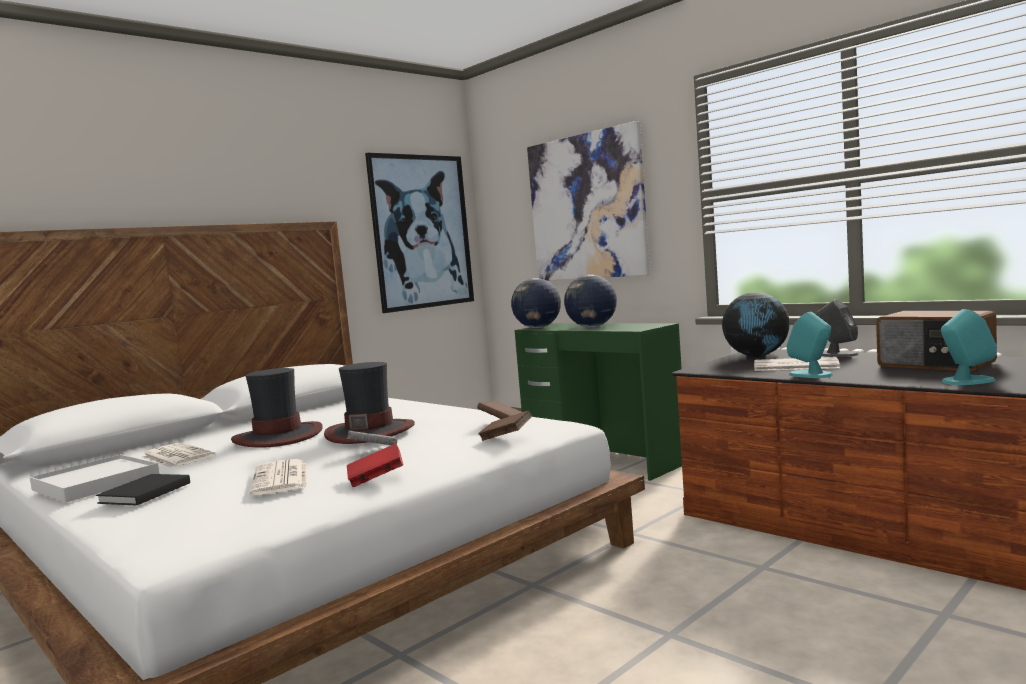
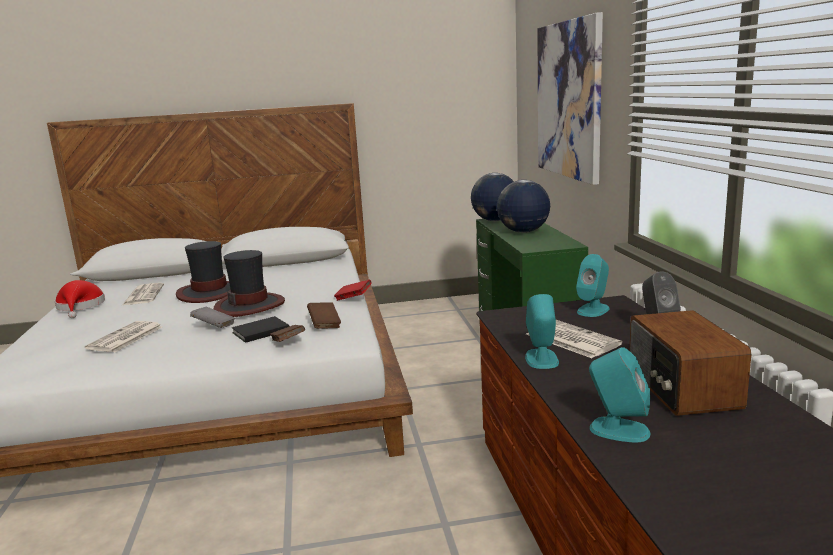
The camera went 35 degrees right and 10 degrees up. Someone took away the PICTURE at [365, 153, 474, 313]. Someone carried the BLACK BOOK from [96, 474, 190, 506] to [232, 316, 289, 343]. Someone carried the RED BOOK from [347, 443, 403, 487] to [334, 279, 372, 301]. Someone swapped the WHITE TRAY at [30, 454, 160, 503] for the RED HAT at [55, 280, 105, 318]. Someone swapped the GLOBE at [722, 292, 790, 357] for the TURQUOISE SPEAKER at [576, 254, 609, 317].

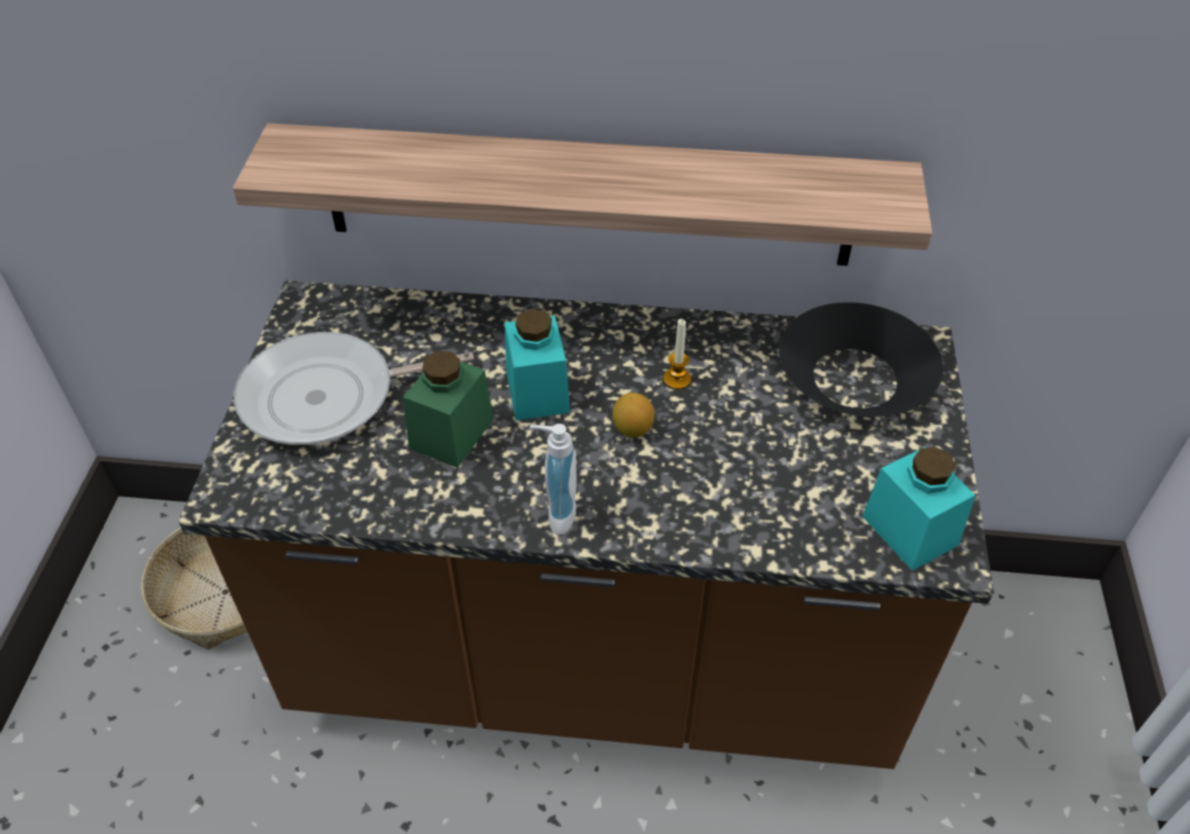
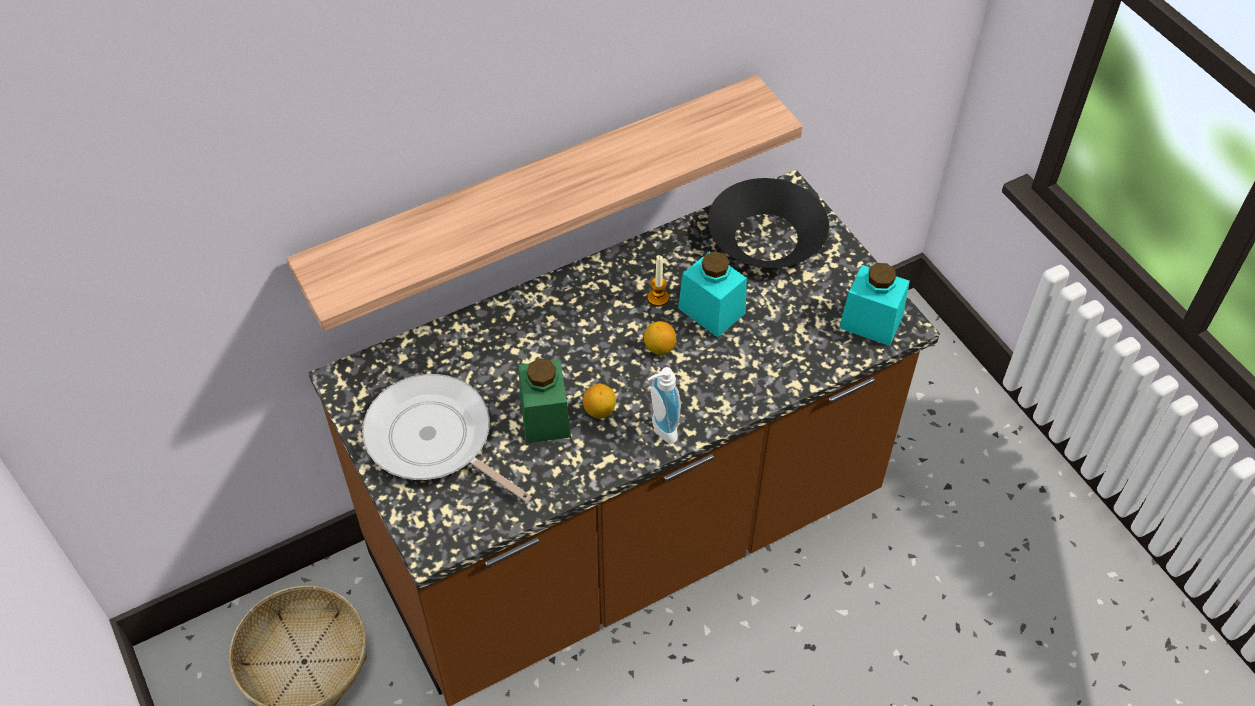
The camera went 35 degrees left and 5 degrees up. Someone put down the LEMON at [583, 384, 616, 419]. Someone carried the TURQUOISE JAR from [504, 309, 570, 421] to [678, 251, 747, 337]. Someone rotated the FRYING PAN at [234, 332, 474, 445] by 90 degrees clockwise.

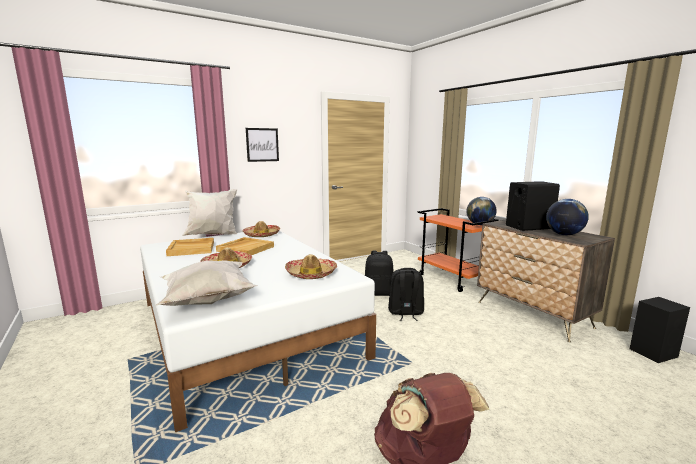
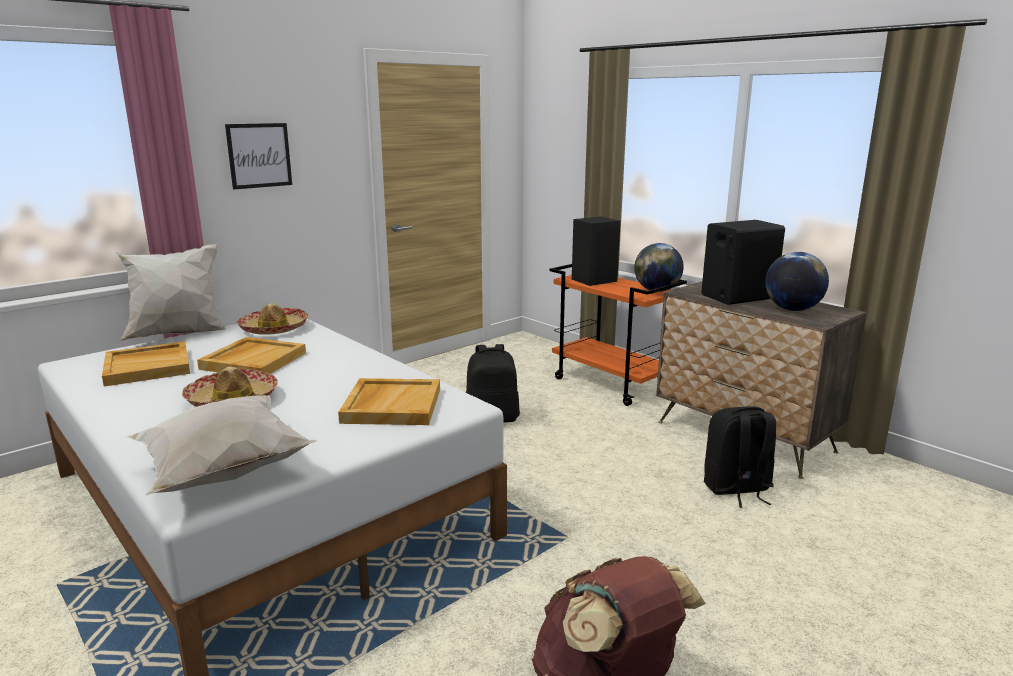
The camera went 10 degrees left and 5 degrees up. Someone carried the BLACK BACKPACK from [388, 268, 424, 321] to [704, 406, 776, 508]. Someone carried the BLACK SPEAKER from [630, 297, 690, 363] to [572, 217, 620, 286]. Someone swapped the HAT at [285, 254, 337, 279] for the BEIGE TRAY at [338, 378, 440, 425].

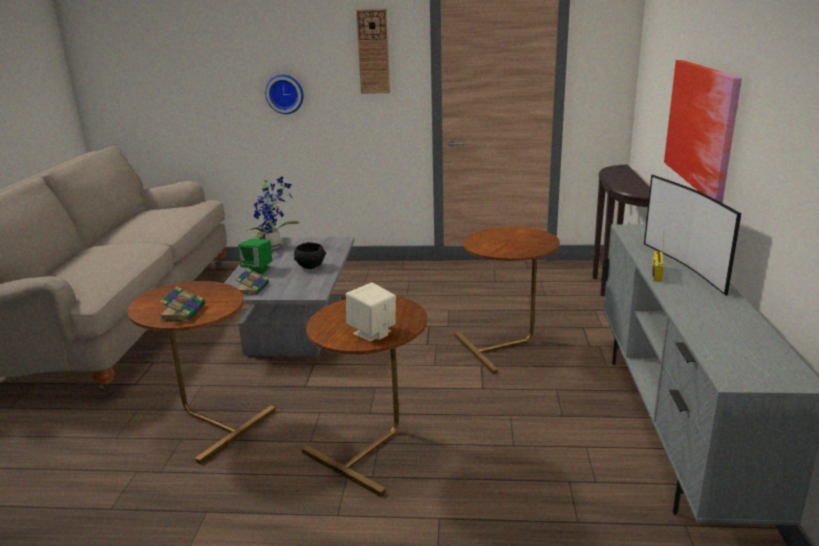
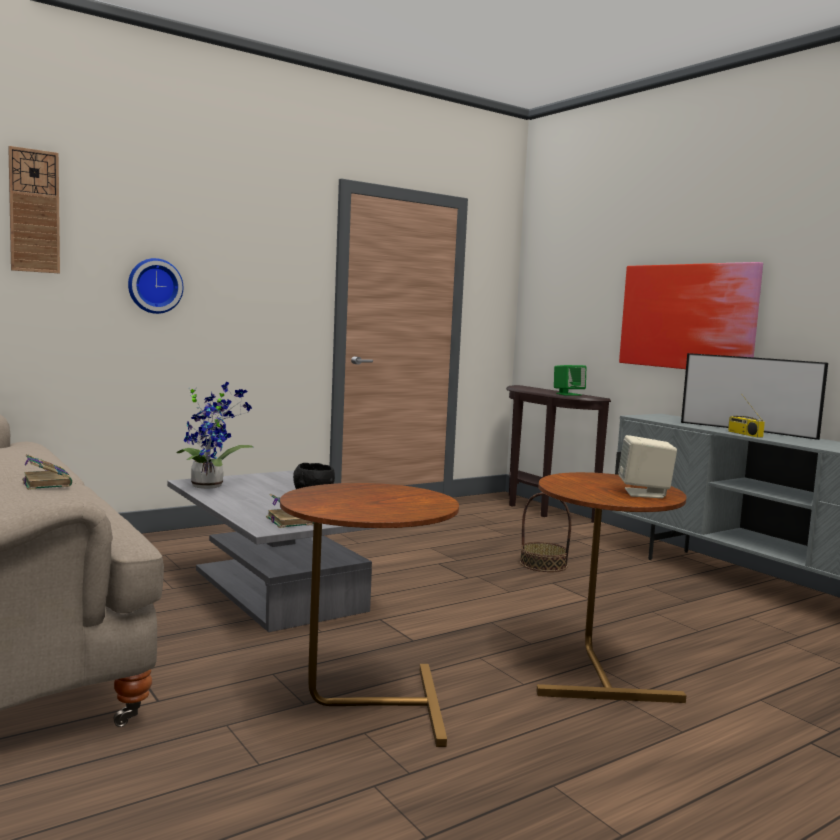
The camera went 40 degrees left and 15 degrees down. Someone carried the BOOK from [159, 286, 205, 322] to [22, 454, 72, 490]. Someone carried the GREEN SPEAKER from [238, 239, 272, 274] to [554, 365, 586, 396]. Someone carried the WALL CLOCK from [356, 9, 390, 94] to [8, 146, 60, 273]. Someone swapped the BROWN SIDE TABLE at [455, 227, 560, 374] for the BASKET at [520, 493, 571, 572].

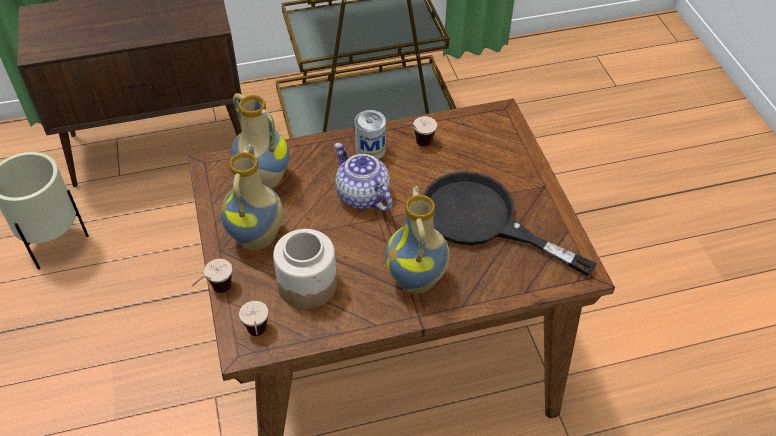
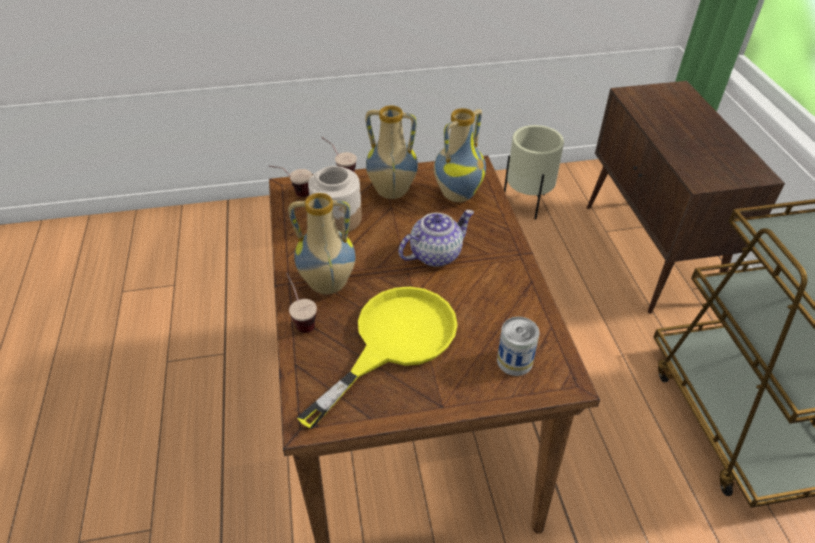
The camera went 95 degrees right and 5 degrees down. Someone carried the CAN from [355, 110, 386, 159] to [497, 317, 539, 376]. Someone carried the CUP from [399, 116, 437, 147] to [286, 273, 317, 333]. Someone repainted the BLACK FRYING PAN at [423, 171, 597, 276], which became the YELLOW FRYING PAN at [297, 287, 458, 429].

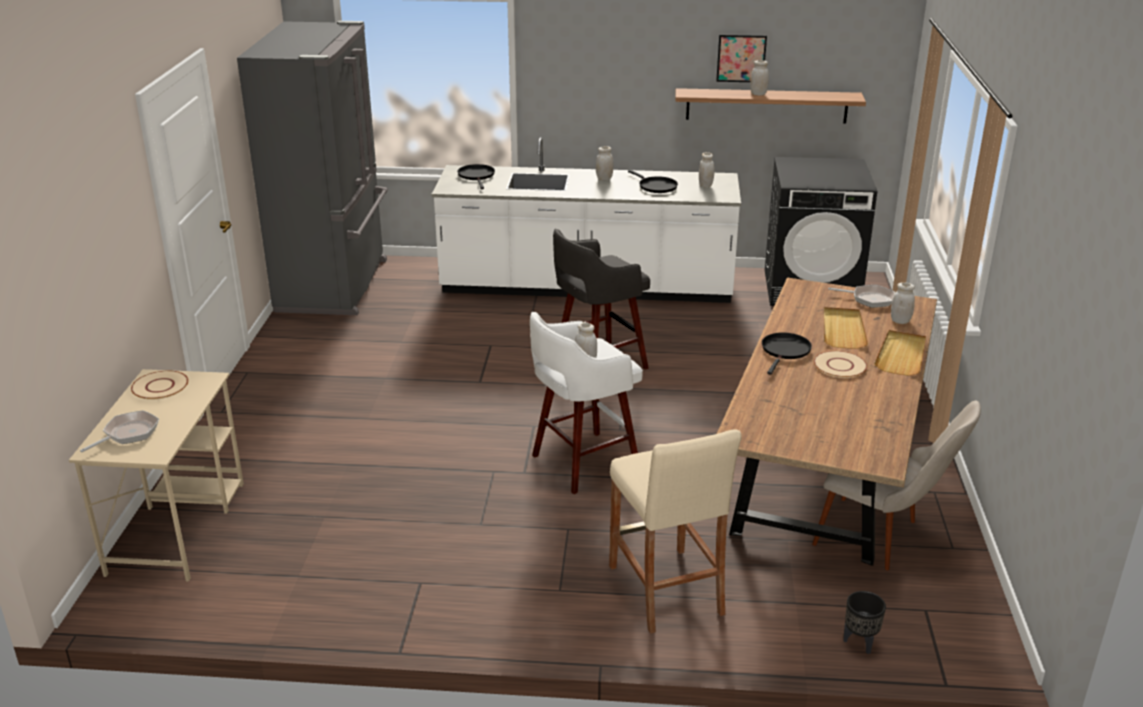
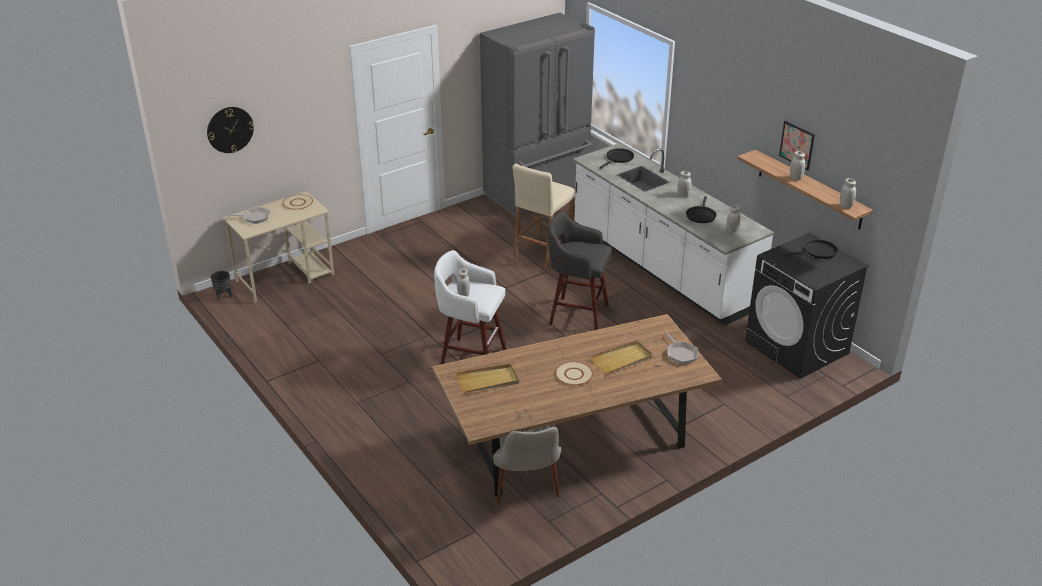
The camera went 50 degrees right and 5 degrees up. Someone put up the WALL CLOCK at [207, 107, 254, 153]. Someone carried the BEIGE STOOL from [609, 429, 742, 634] to [513, 164, 575, 269]. Someone carried the BLACK FRYING PAN from [762, 332, 812, 375] to [784, 240, 838, 259]. Someone carried the BLACK PLANTER from [843, 591, 886, 654] to [211, 271, 232, 301]. Someone carried the BEIGE TRAY from [874, 330, 926, 376] to [456, 364, 519, 393]. Someone carried the WHITE JAR from [891, 282, 915, 324] to [840, 178, 856, 208].

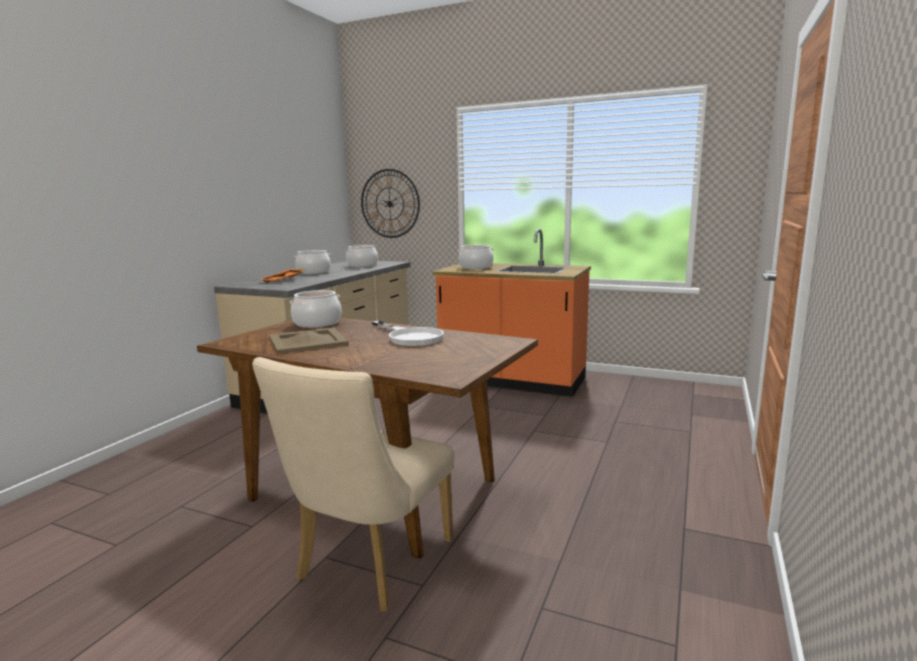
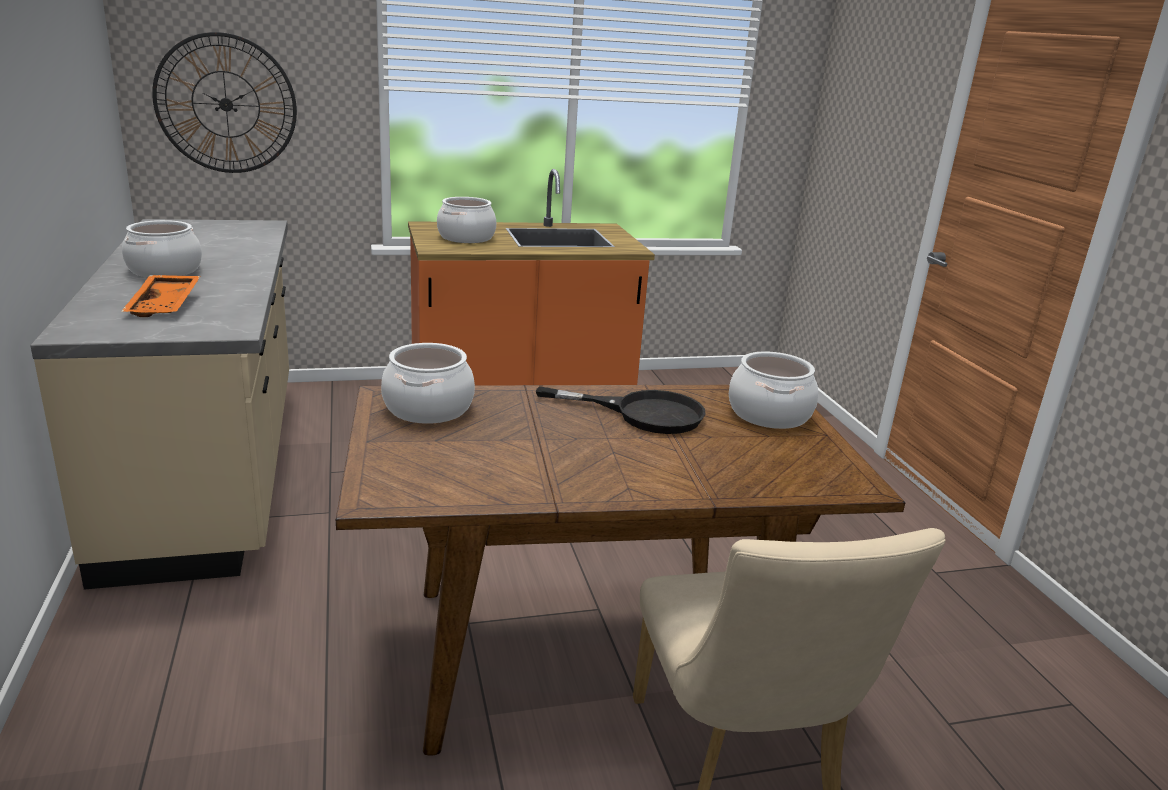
The camera went 40 degrees left and 10 degrees up. Someone took away the BEIGE TRAY at [269, 327, 349, 354]. Someone carried the COOKING POT from [346, 245, 378, 267] to [729, 352, 818, 429]. Someone repainted the WHITE FRYING PAN at [372, 321, 444, 346], which became the BLACK FRYING PAN at [536, 386, 705, 434].

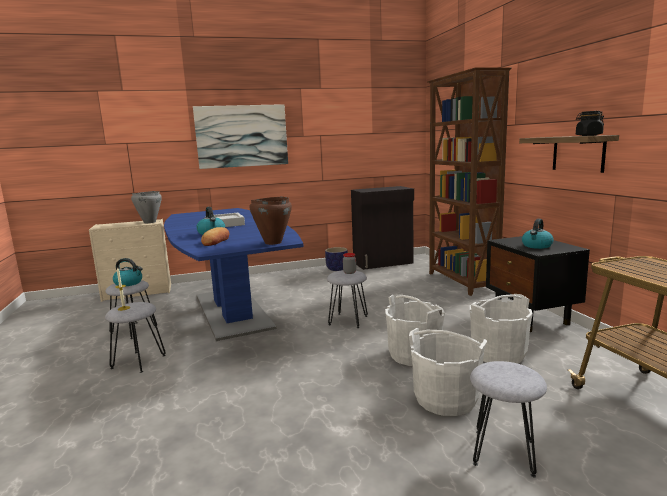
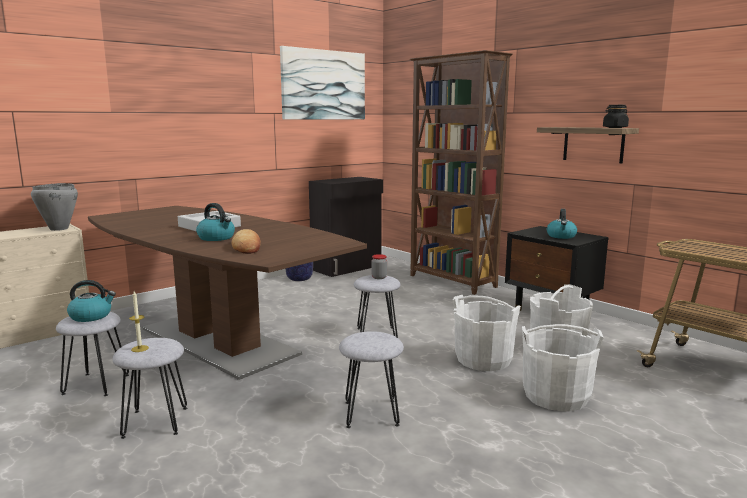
The camera went 25 degrees left and 0 degrees up. Someone took away the BROWN COOKING POT at [250, 197, 292, 245]. Someone carried the PICTURE from [193, 104, 288, 169] to [280, 46, 365, 120]. Someone carried the GREY STOOL from [470, 361, 547, 477] to [339, 331, 404, 428]. Someone repainted the BLUE DINING TABLE at [164, 208, 304, 341], which became the BROWN DINING TABLE at [88, 206, 367, 380].

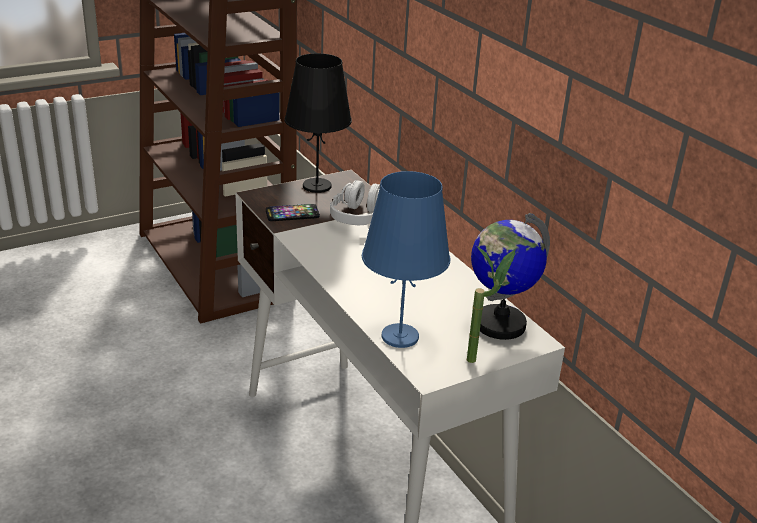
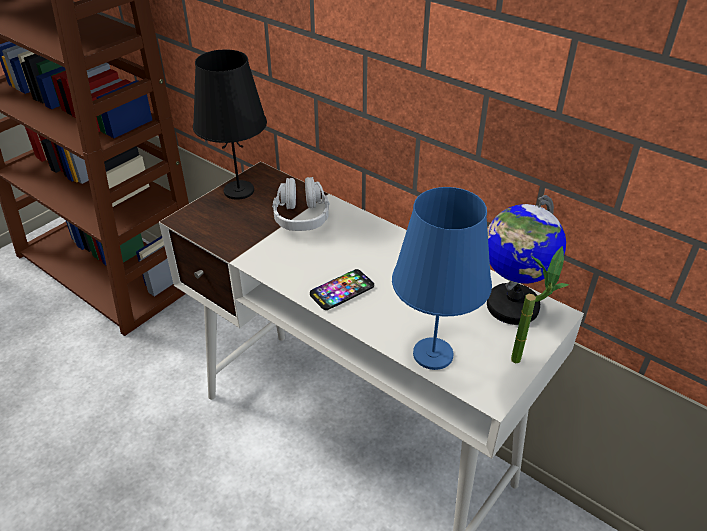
The camera went 20 degrees left and 10 degrees up. Someone carried the PHONE from [266, 204, 320, 221] to [310, 269, 374, 310].

